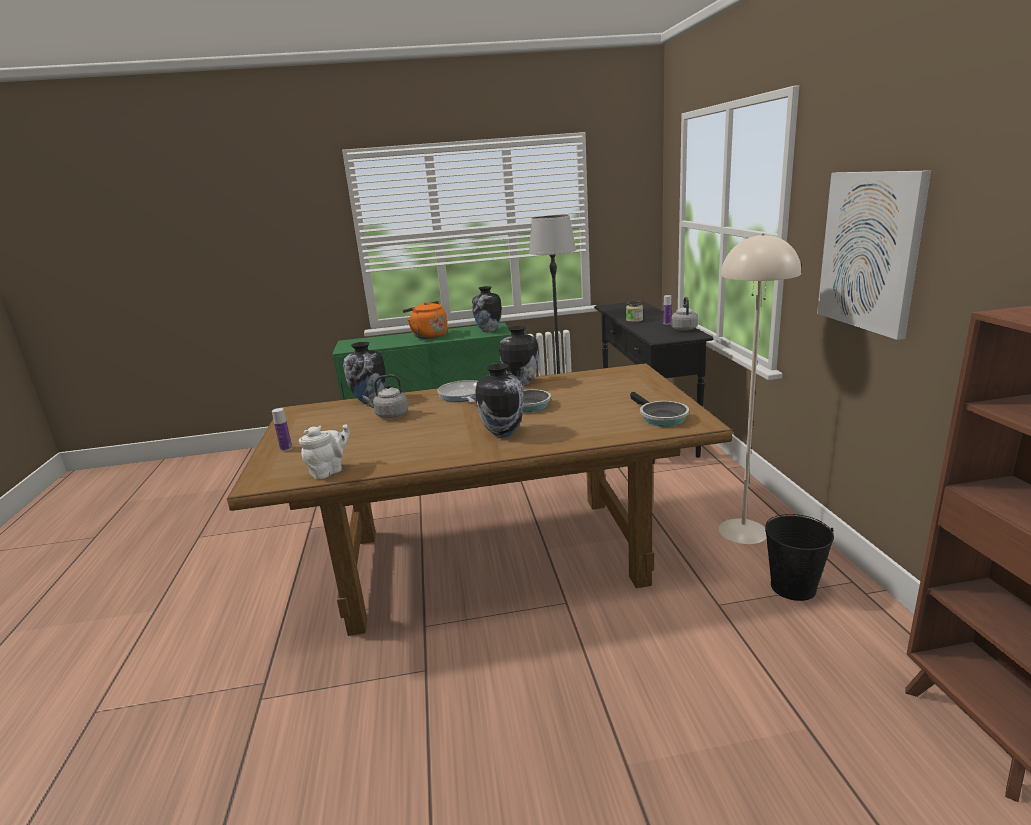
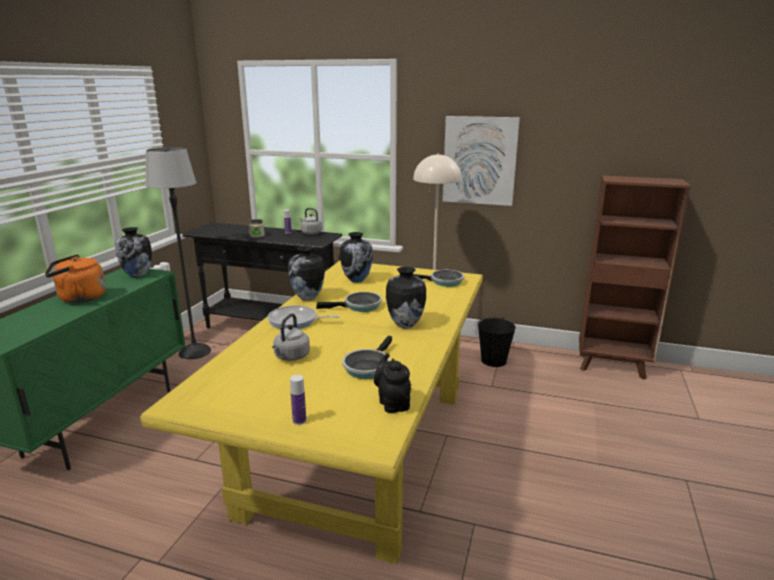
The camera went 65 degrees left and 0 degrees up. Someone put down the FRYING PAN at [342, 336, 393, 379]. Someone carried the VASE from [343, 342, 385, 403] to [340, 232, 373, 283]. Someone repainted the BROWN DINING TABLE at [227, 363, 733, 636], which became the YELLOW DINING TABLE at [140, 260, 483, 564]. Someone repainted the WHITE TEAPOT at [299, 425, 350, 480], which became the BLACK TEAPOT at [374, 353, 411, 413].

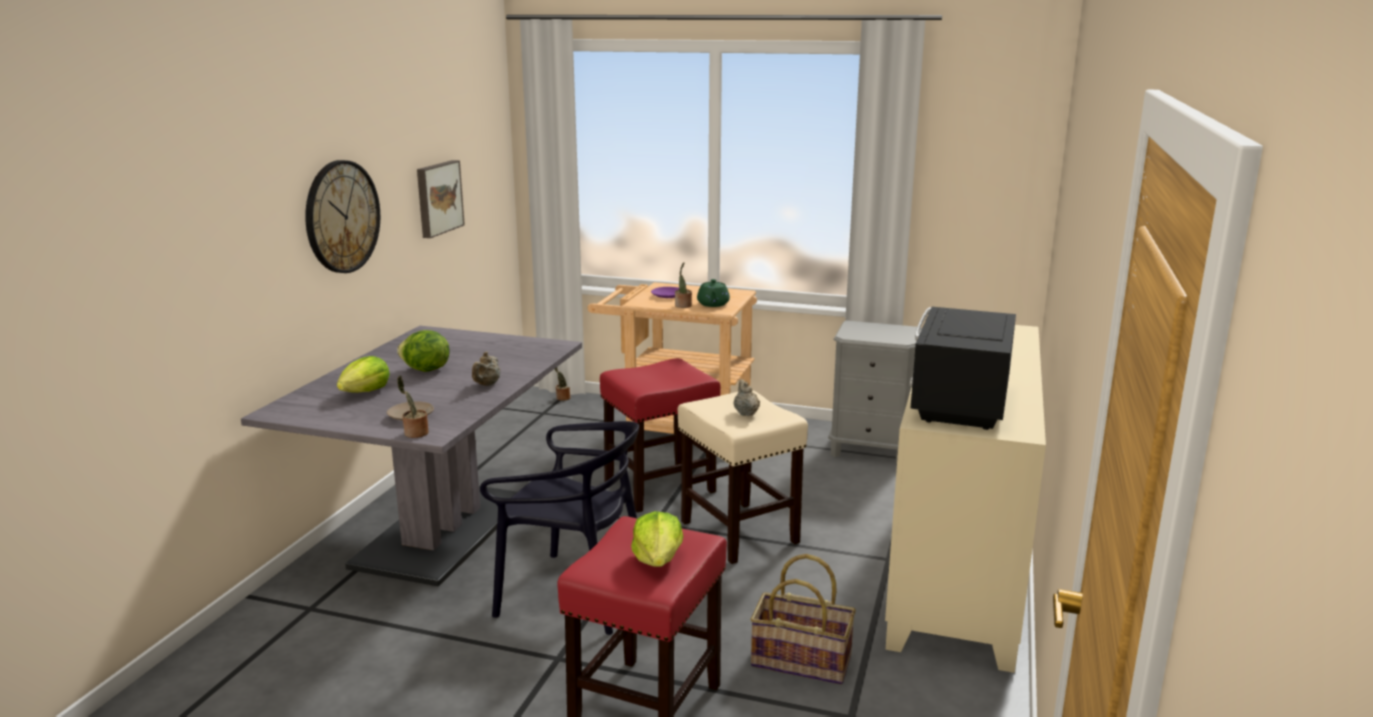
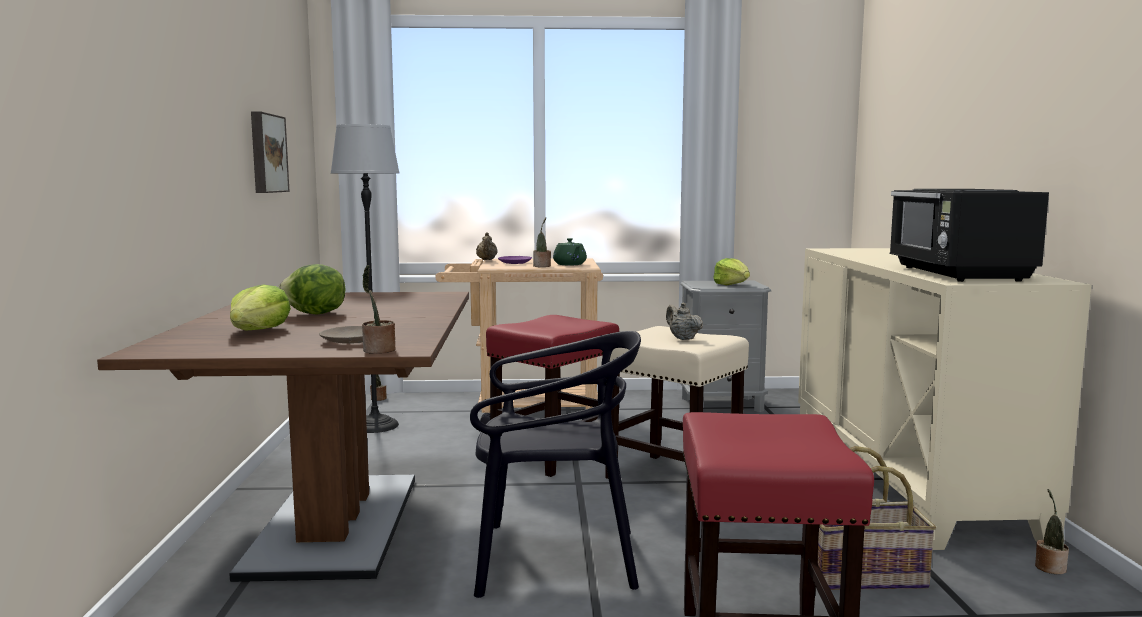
The camera went 20 degrees left and 10 degrees down. Someone took away the WALL CLOCK at [305, 160, 380, 273]. Someone put down the FLOOR LAMP at [331, 124, 400, 433]. Someone put down the POTTED PLANT at [1035, 489, 1069, 574]. Someone carried the BEIGE TEAPOT from [472, 352, 500, 386] to [476, 233, 498, 260]. Someone carried the LETTUCE from [631, 511, 683, 567] to [713, 258, 750, 285]. Someone repainted the GREY DINING TABLE at [241, 326, 582, 586], which became the BROWN DINING TABLE at [97, 292, 469, 582].

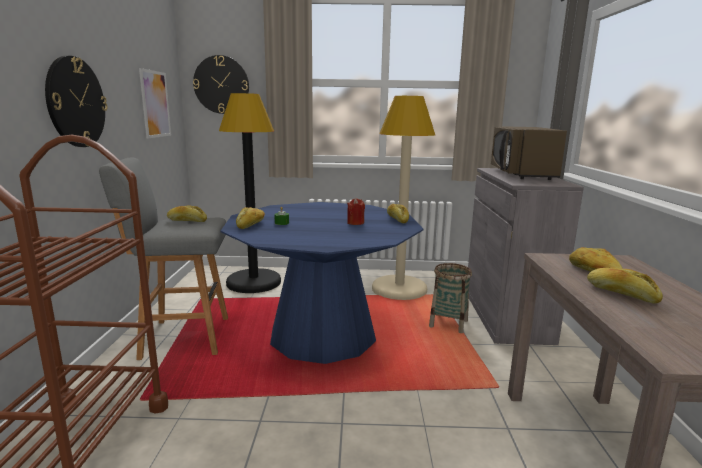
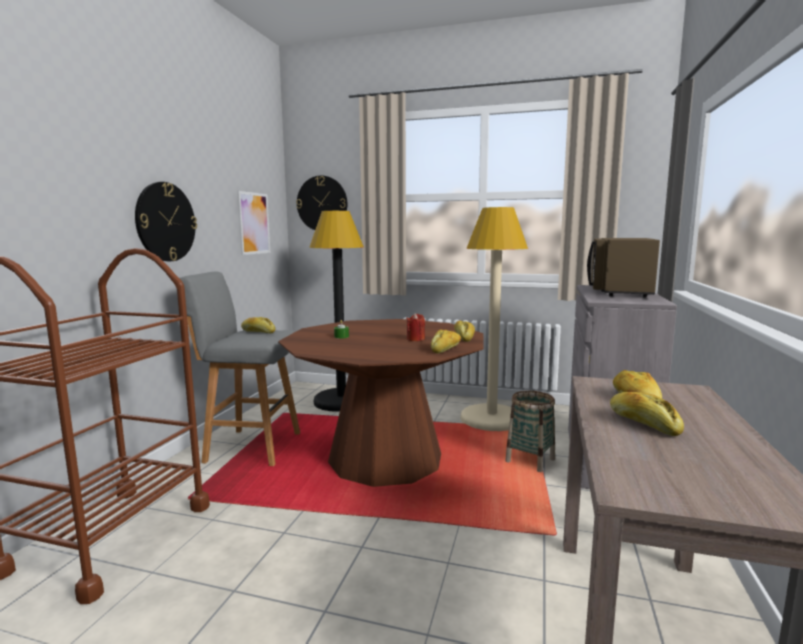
The camera went 15 degrees right and 5 degrees down. Someone carried the BREAD from [236, 207, 265, 229] to [431, 330, 461, 353]. Someone repainted the BLUE DINING TABLE at [221, 202, 424, 364], which became the BROWN DINING TABLE at [278, 319, 484, 487].

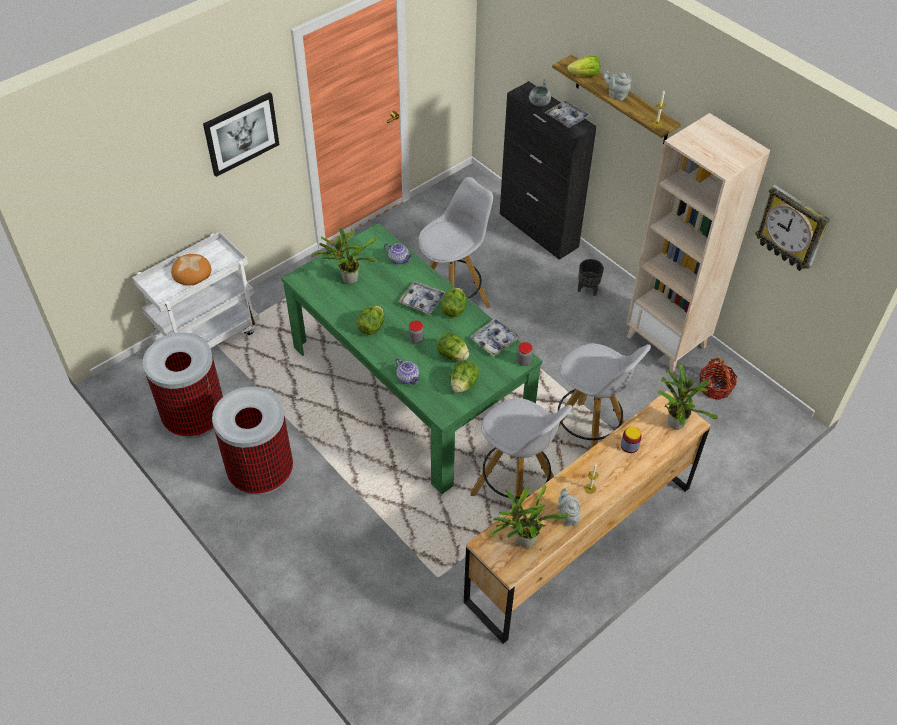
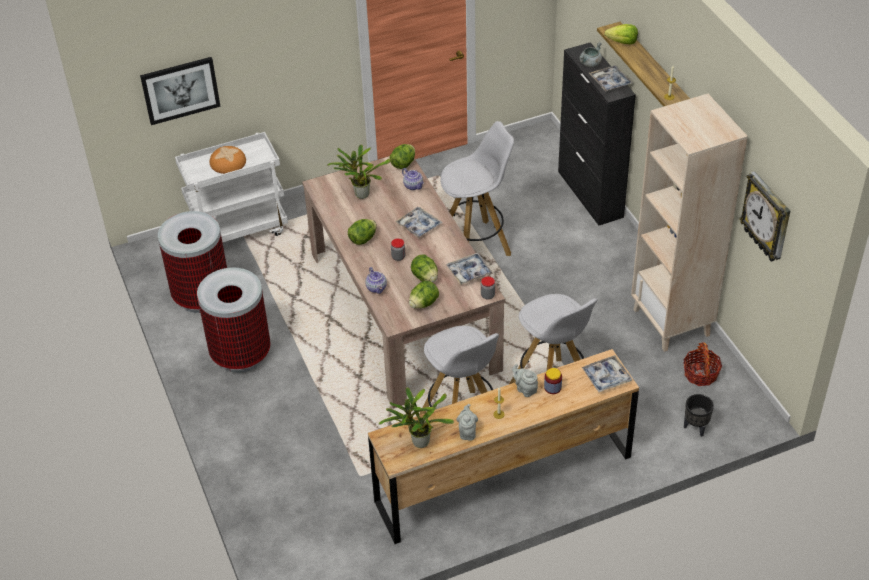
The camera went 20 degrees right and 5 degrees down. Someone carried the PICTURE from [203, 92, 279, 177] to [140, 57, 220, 125]. Someone carried the LETTUCE from [441, 288, 466, 317] to [390, 144, 415, 169]. Someone carried the BLACK PLANTER from [578, 259, 604, 296] to [684, 394, 714, 437]. Someone carried the GREY TEAPOT from [603, 71, 631, 101] to [512, 364, 538, 397]. Someone swapped the POTTED PLANT at [658, 364, 718, 430] for the TRAY at [581, 355, 632, 392]. Someone repainted the GREEN DINING TABLE at [281, 223, 542, 494], which became the BEIGE DINING TABLE at [302, 156, 505, 409].

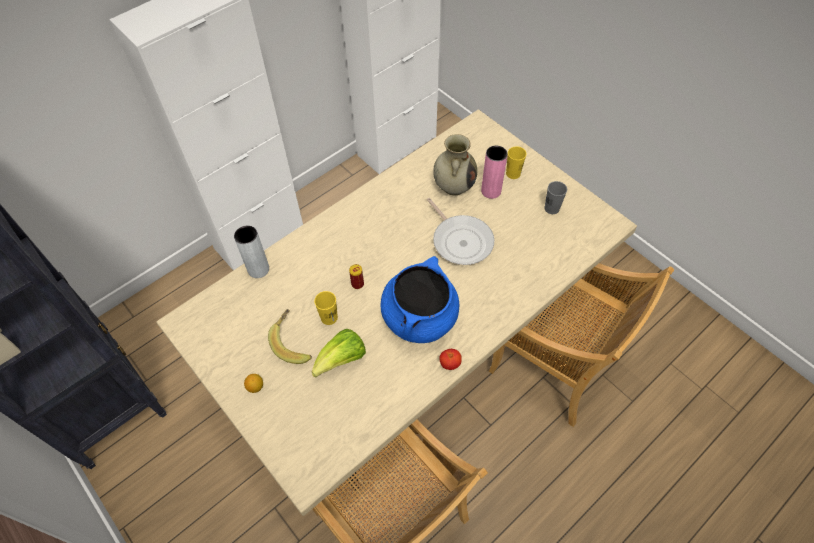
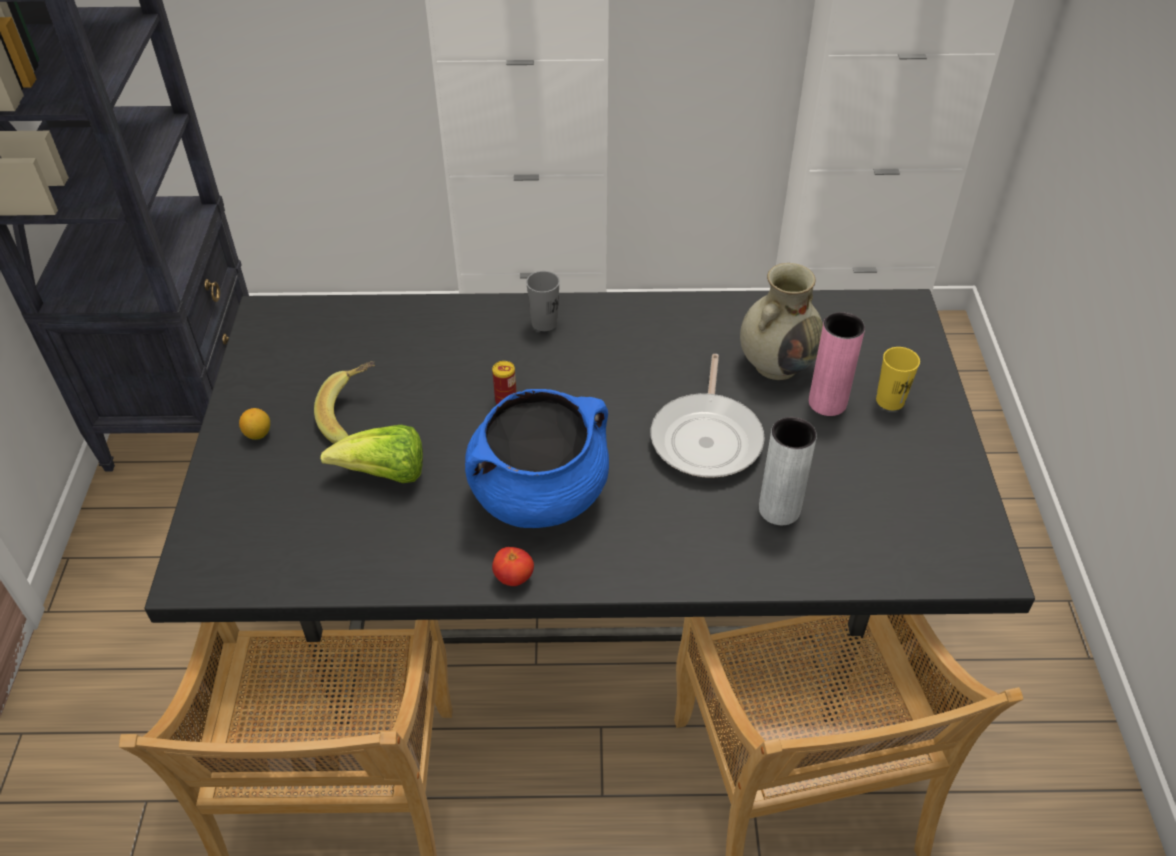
The camera went 40 degrees right and 10 degrees down. Someone took away the YELLOW CUP at [314, 291, 338, 325]. Someone carried the GREY VASE from [234, 225, 269, 278] to [759, 417, 817, 525]. Someone carried the GREY CUP from [544, 181, 567, 214] to [526, 271, 560, 331]. Someone repainted the BEIGE DINING TABLE at [156, 109, 637, 516], which became the BLACK DINING TABLE at [145, 289, 1035, 724].

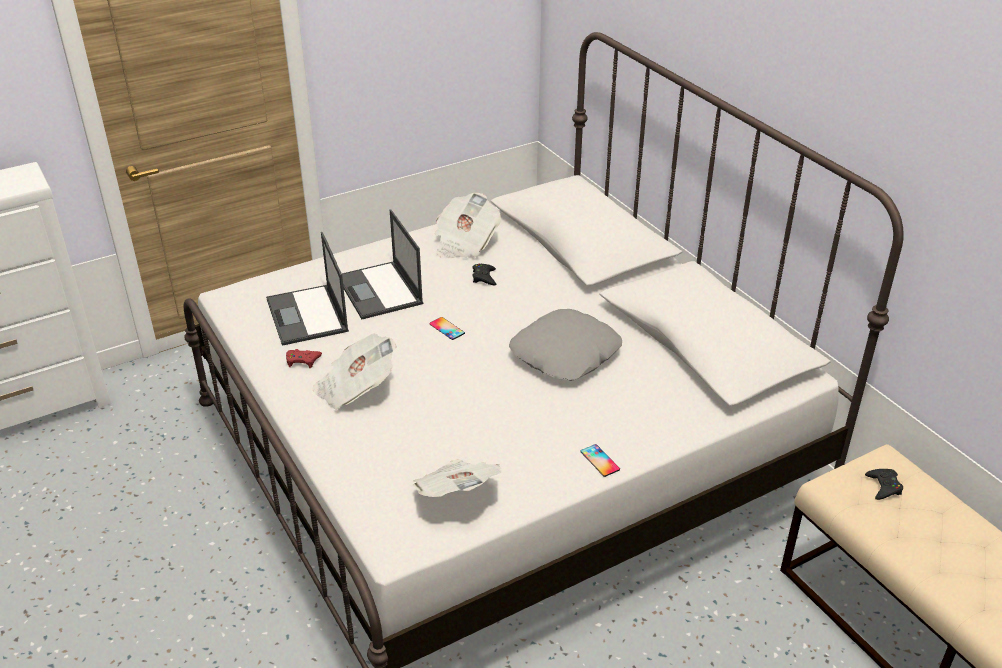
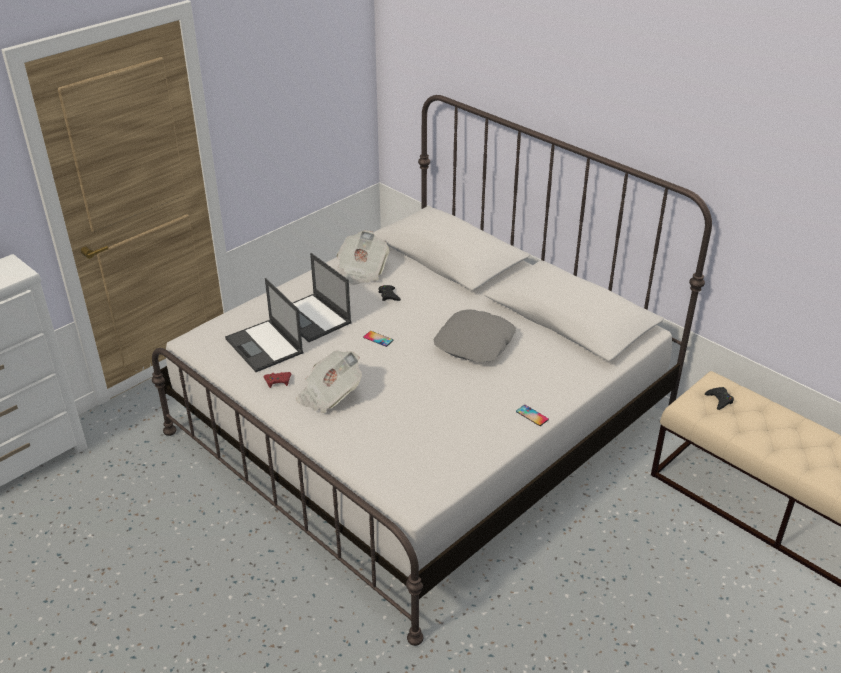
The camera went 15 degrees left and 0 degrees up. Someone took away the NEWSPAPER at [413, 459, 502, 497].

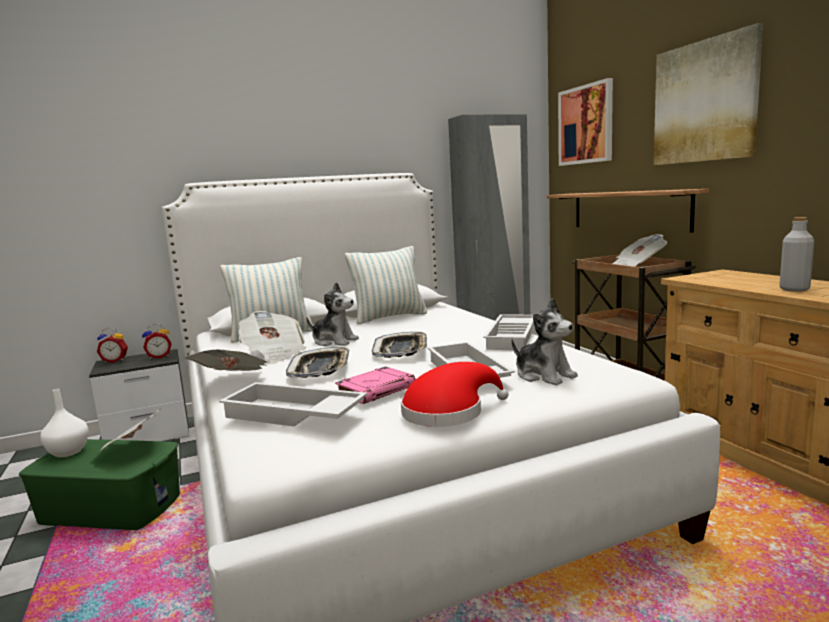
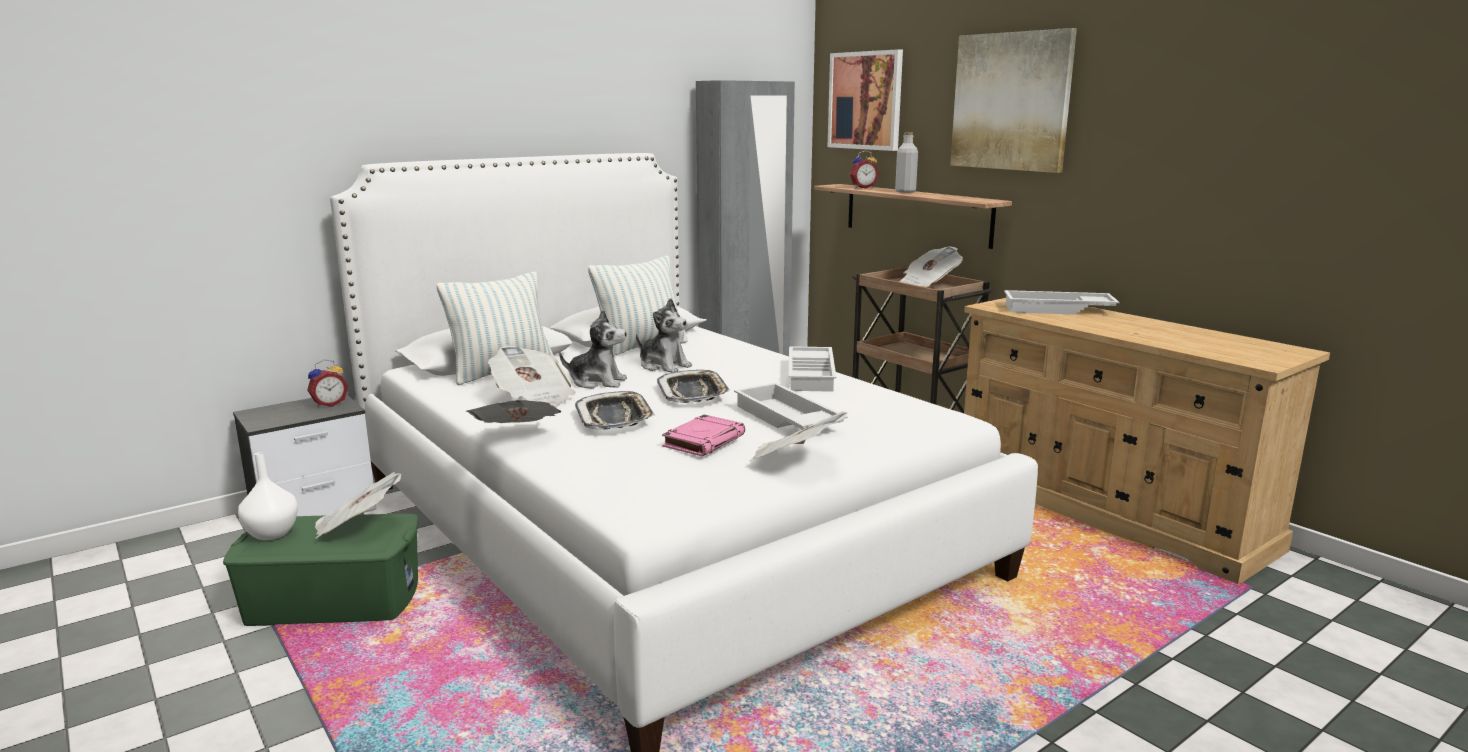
The camera went 15 degrees left and 5 degrees up. Someone carried the ALARM CLOCK from [97, 328, 128, 363] to [850, 151, 879, 188]. Someone carried the WHITE TRAY from [219, 382, 367, 426] to [1004, 290, 1120, 315]. Someone carried the PLUSH TOY from [511, 298, 578, 385] to [636, 298, 692, 373]. Someone carried the GREY BOTTLE from [779, 217, 814, 292] to [895, 132, 918, 193]. Someone swapped the RED HAT at [401, 362, 509, 427] for the NEWSPAPER at [750, 412, 848, 461].

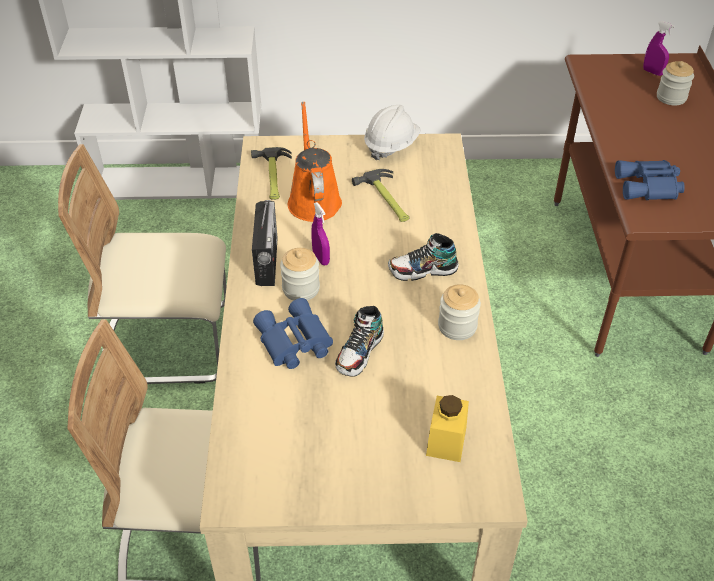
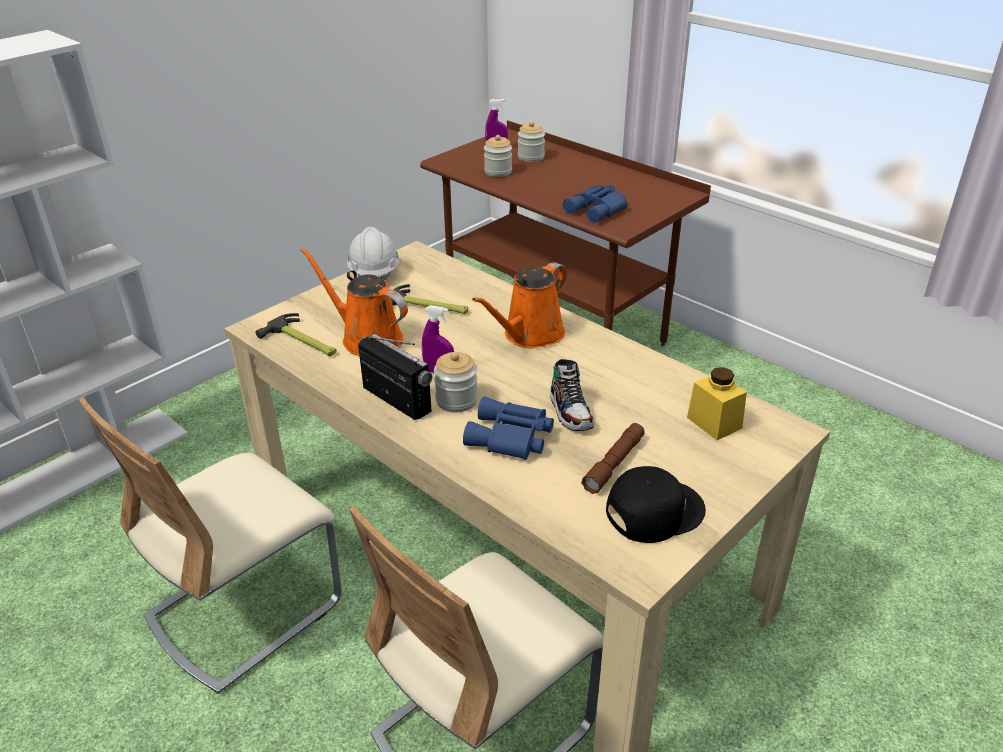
The camera went 45 degrees left and 10 degrees down. Someone put down the BROWN FLASHLIGHT at [581, 423, 645, 494]. Someone put down the BLACK CAP at [606, 466, 706, 543]. Someone carried the JAR from [438, 284, 481, 340] to [484, 135, 512, 177]. Someone swapped the SHOE at [388, 233, 459, 281] for the ORANGE WATERING CAN at [472, 262, 567, 348].

